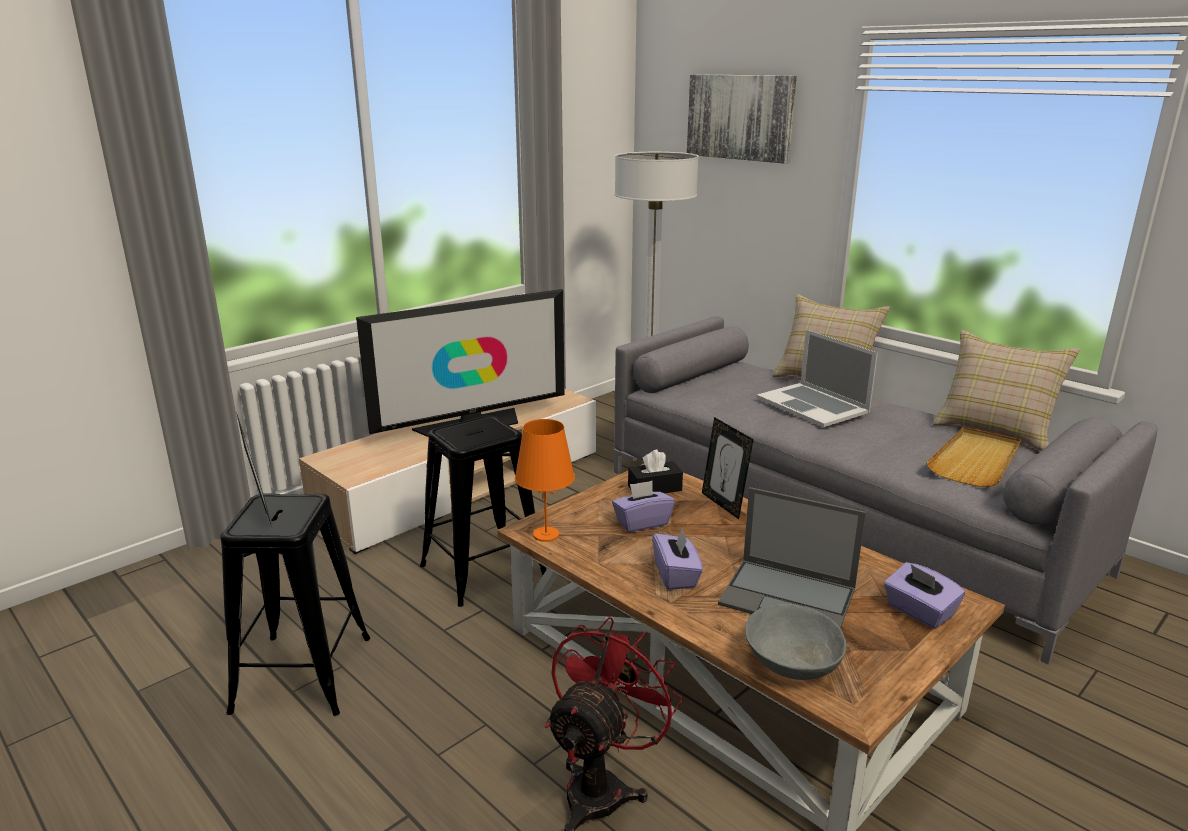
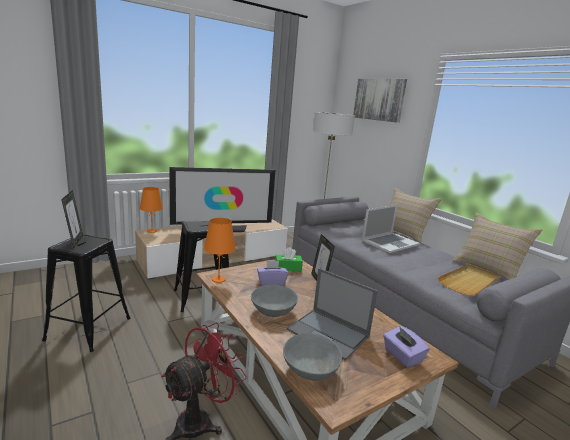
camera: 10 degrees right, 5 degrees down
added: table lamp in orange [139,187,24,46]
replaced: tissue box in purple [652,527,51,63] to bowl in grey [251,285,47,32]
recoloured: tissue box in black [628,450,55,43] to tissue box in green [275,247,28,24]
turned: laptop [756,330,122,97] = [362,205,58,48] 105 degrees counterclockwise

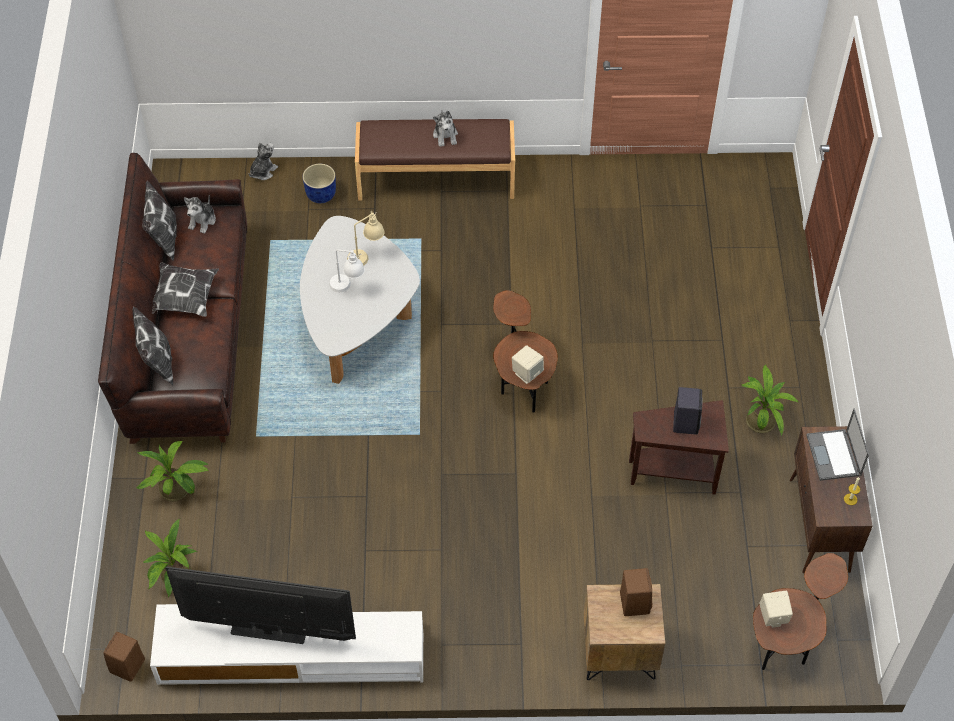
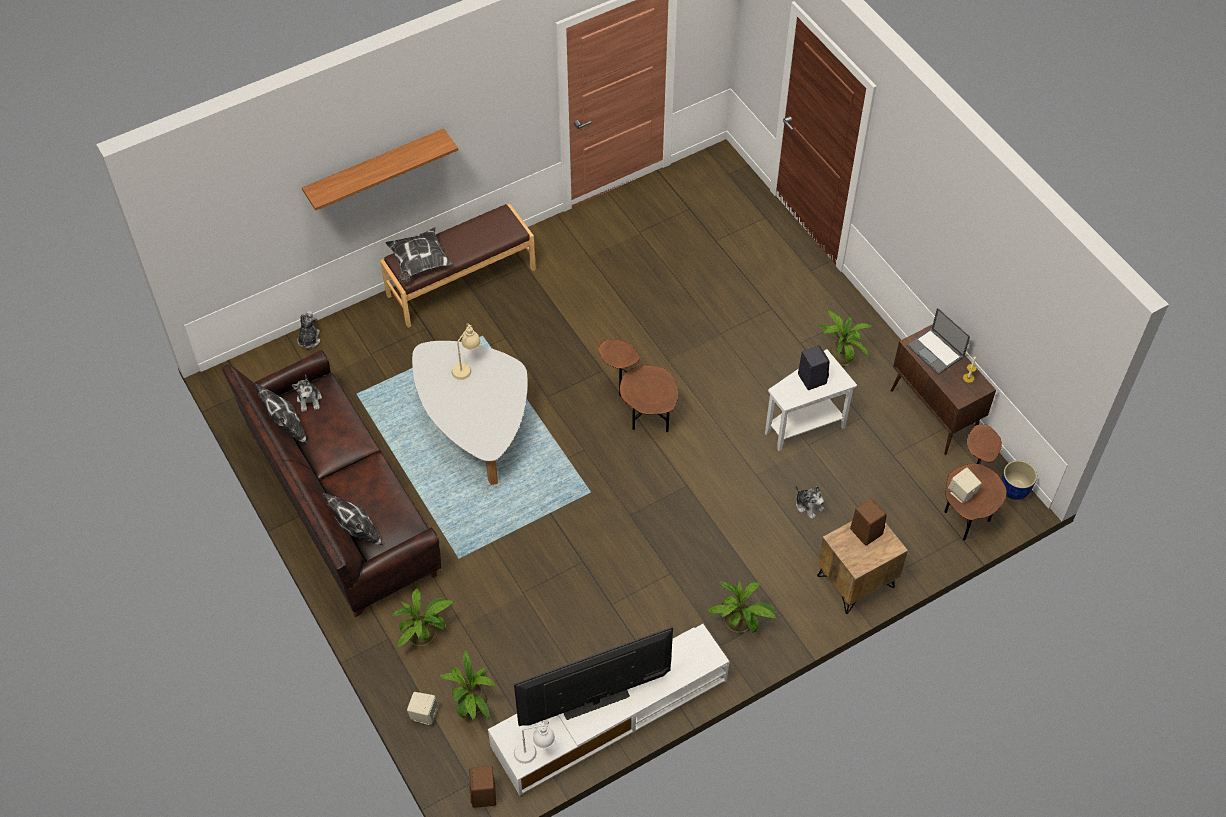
camera: 30 degrees left, 0 degrees up
added: shelf [302,129,156,81]; potted plant [707,580,69,53]
moved: pillow [152,262,67,55] to [385,227,68,56]; planter in blue [303,164,33,39] to [1001,460,36,40]; table lamp in white [329,249,36,43] to [514,721,41,43]; plush toy [433,111,25,36] to [796,485,29,34]; speaker in beige [512,345,32,39] to [407,692,31,33]
recoloured: side table in brown [629,400,100,94] to side table in white [765,349,92,102]

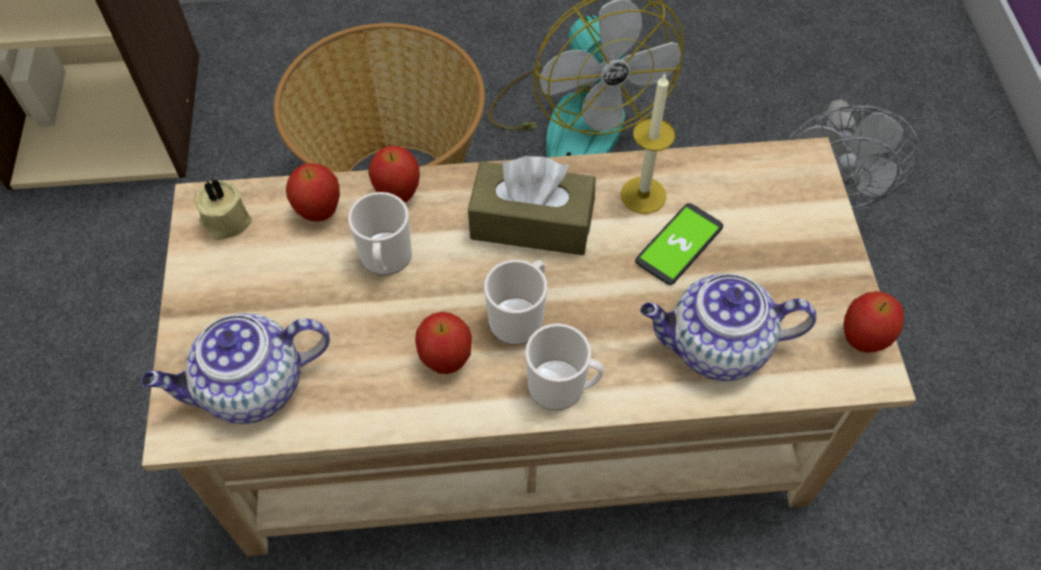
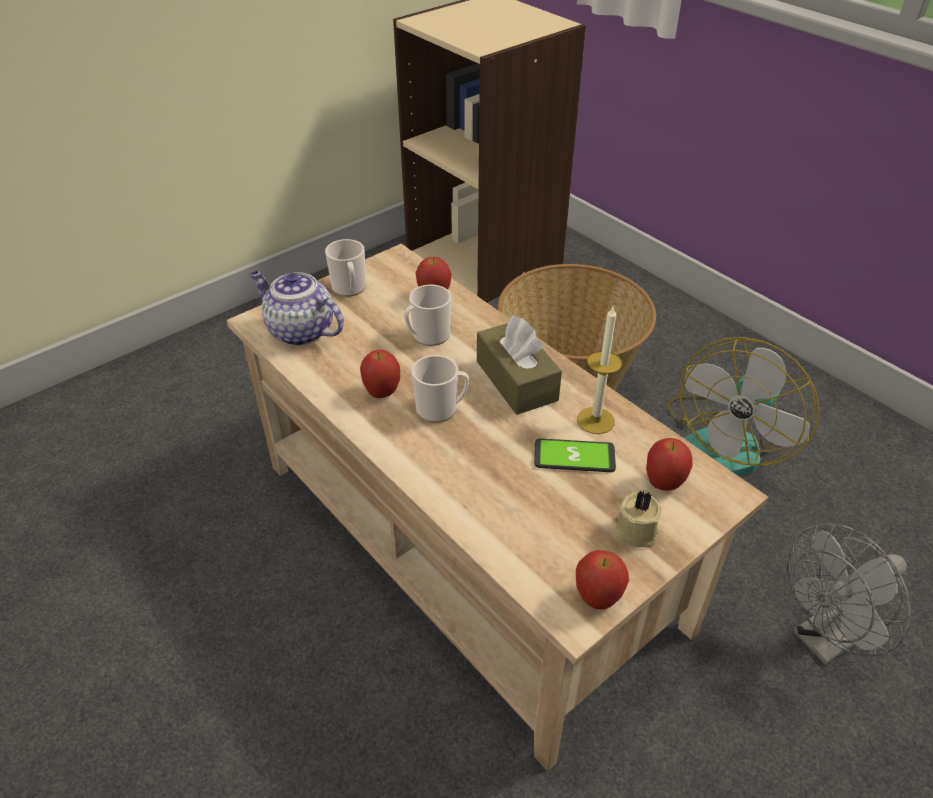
camera: 55 degrees right, 15 degrees down
removed: teapot [640,273,177,108]
moved: candle in beige [194,179,58,61] to [614,490,48,57]; apple [368,146,52,57] to [646,438,47,53]; mug [525,323,79,87] to [325,239,41,58]

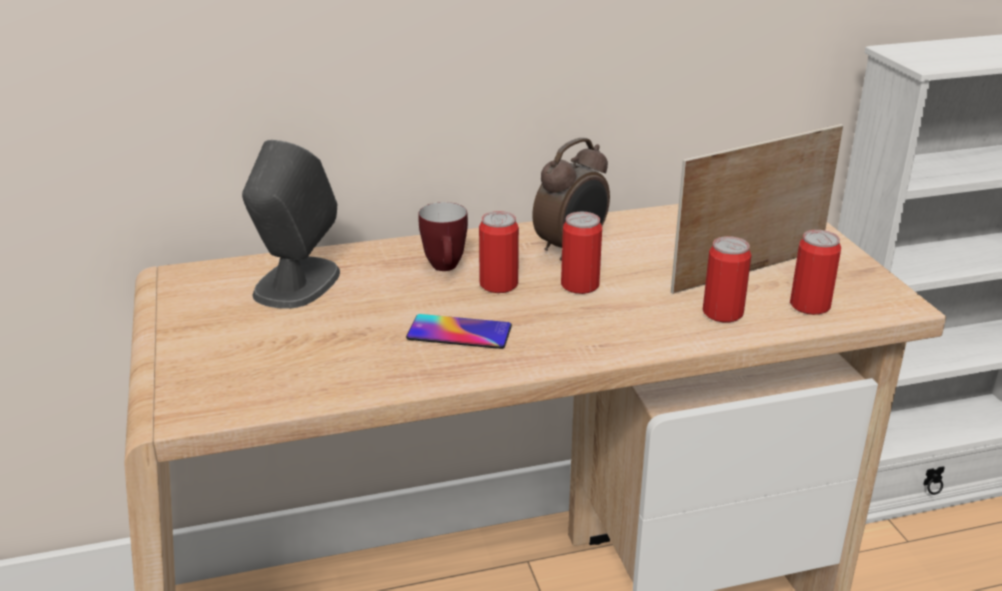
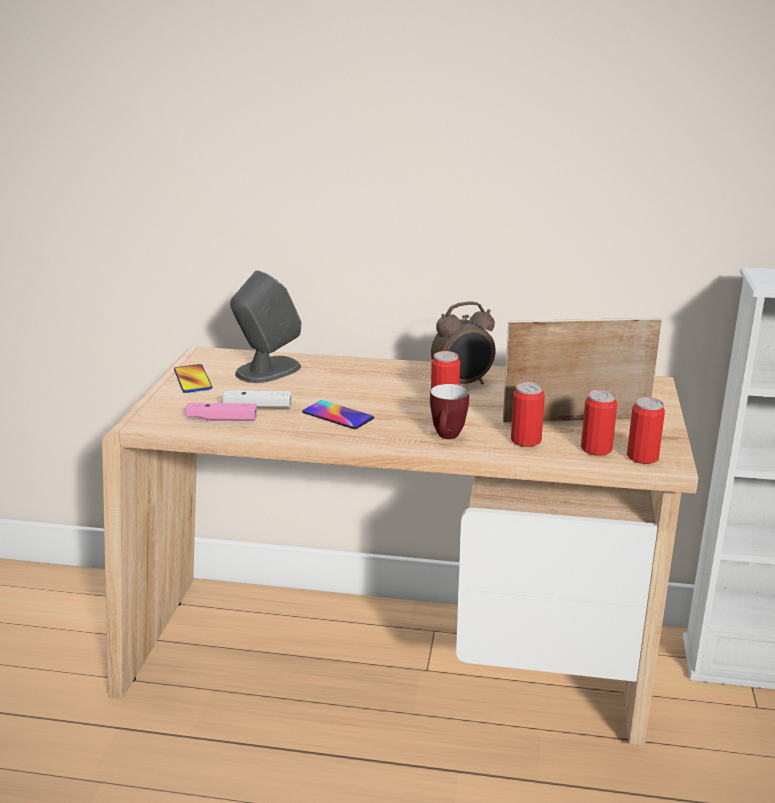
camera: 25 degrees right, 5 degrees down
added: phone [174,364,38,29]; game controller in pink [185,403,72,18]; game controller in white [222,390,70,18]
moved: mug [418,202,50,69] to [430,384,39,55]; can [479,211,40,82] to [627,397,38,67]

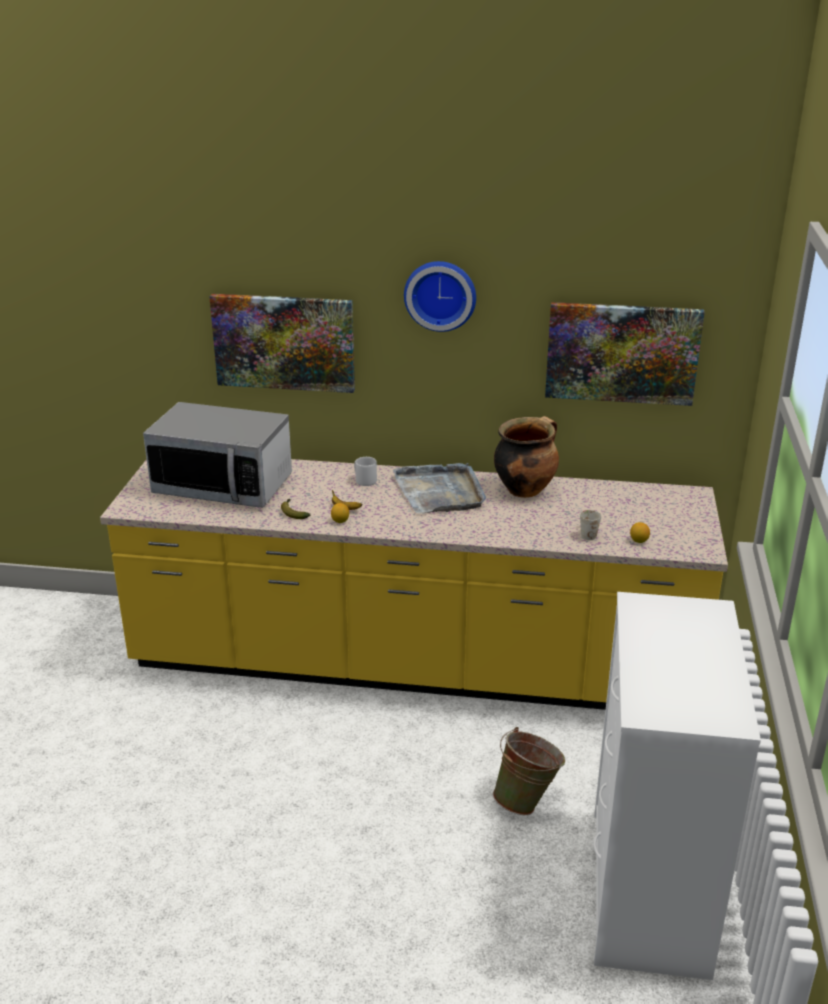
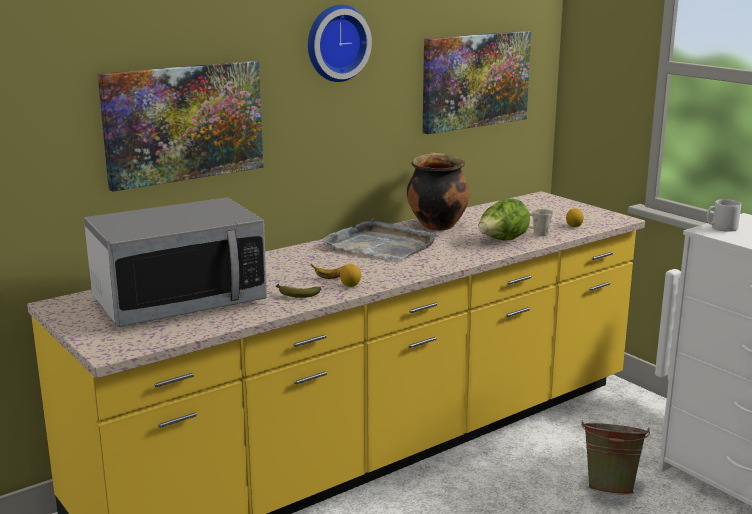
camera: 45 degrees left, 10 degrees down
added: lettuce [478,199,52,41]
moved: mug in grey [354,457,23,29] to [707,199,34,33]

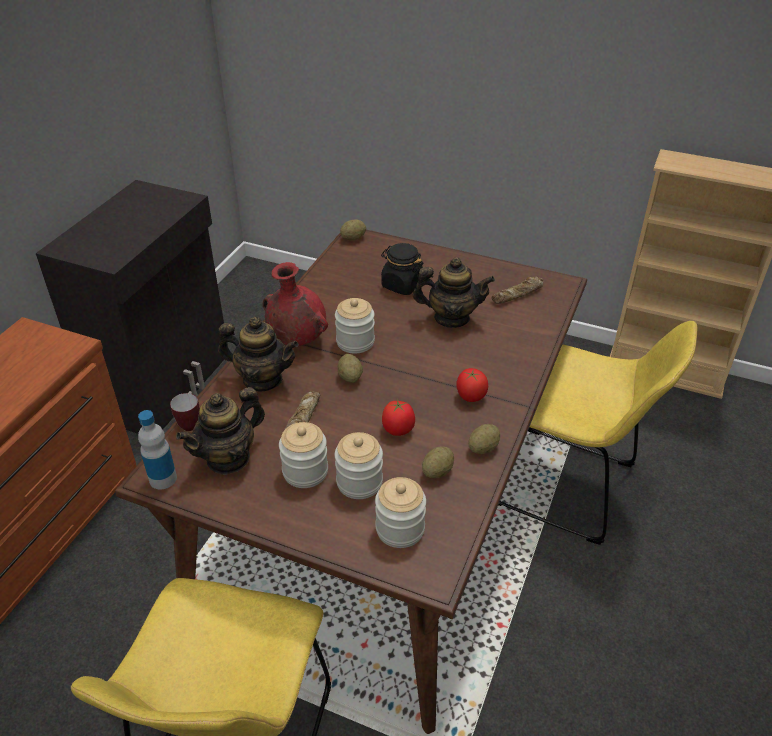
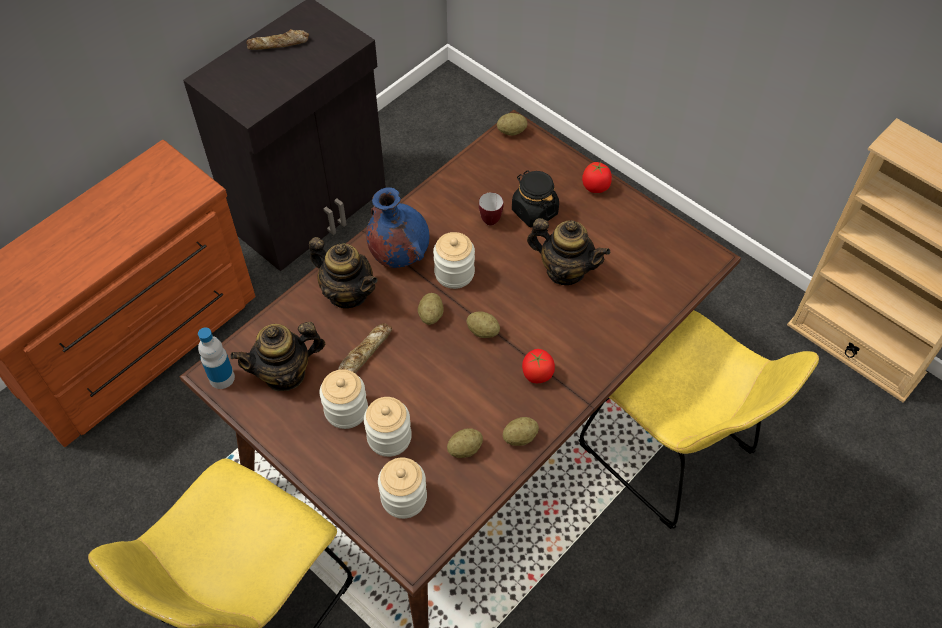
camera: 20 degrees right, 15 degrees up
added: potato [466,311,34,27]
moved: mug [170,393,30,38] to [479,192,24,34]; tomato [382,399,33,37] to [582,161,30,32]; bread [492,277,51,27] to [246,29,63,21]
recoloured: vase in red [263,262,65,84] to vase in blue [366,187,63,81]

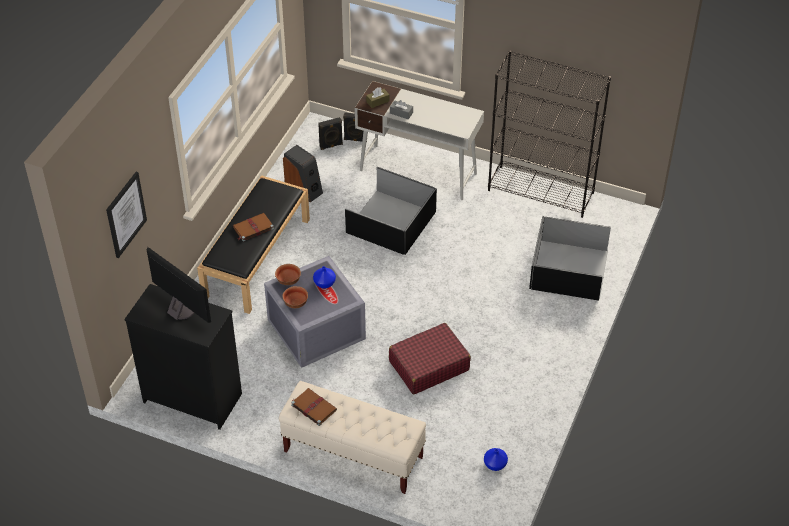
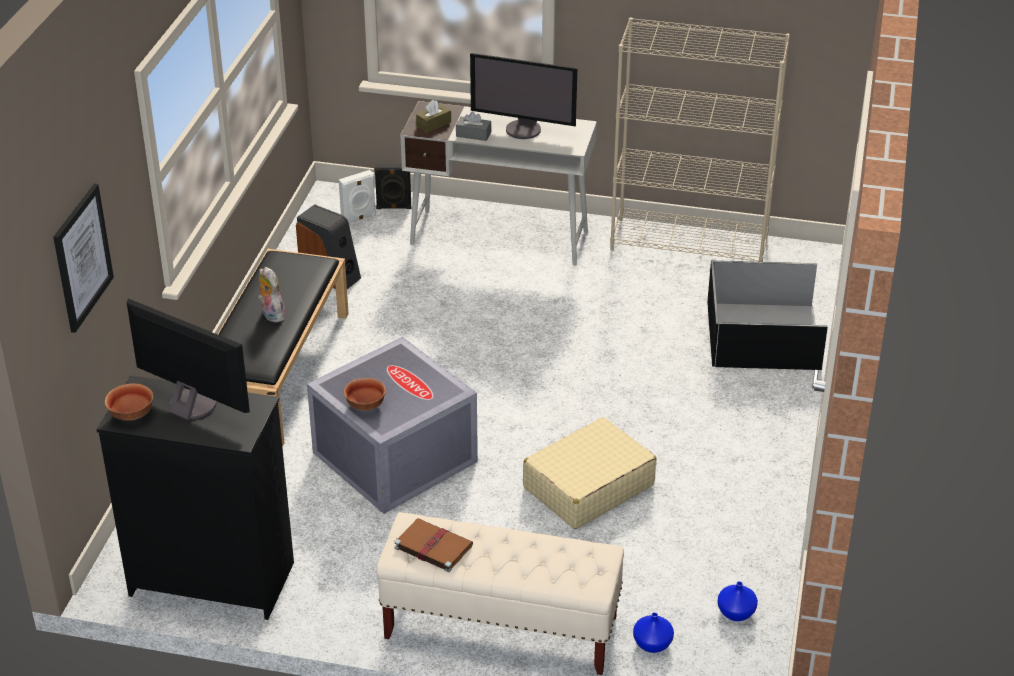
camera: 10 degrees left, 10 degrees down
removed: storage box in black [345,167,92,88]
added: monitor [470,53,107,86]
moved: bowl [275,264,26,21] to [105,383,49,38]; vase in blue [313,266,23,23] to [633,612,41,41]
replaced: book in brown [233,213,41,29] to plush toy [258,267,27,55]
recoloured: speaker in black [318,117,25,33] to speaker in white [339,170,37,53]; suitcase in red [389,323,82,71] to suitcase in beige [523,417,134,112]; bookcase in black [488,51,123,167] to bookcase in beige [610,18,180,244]

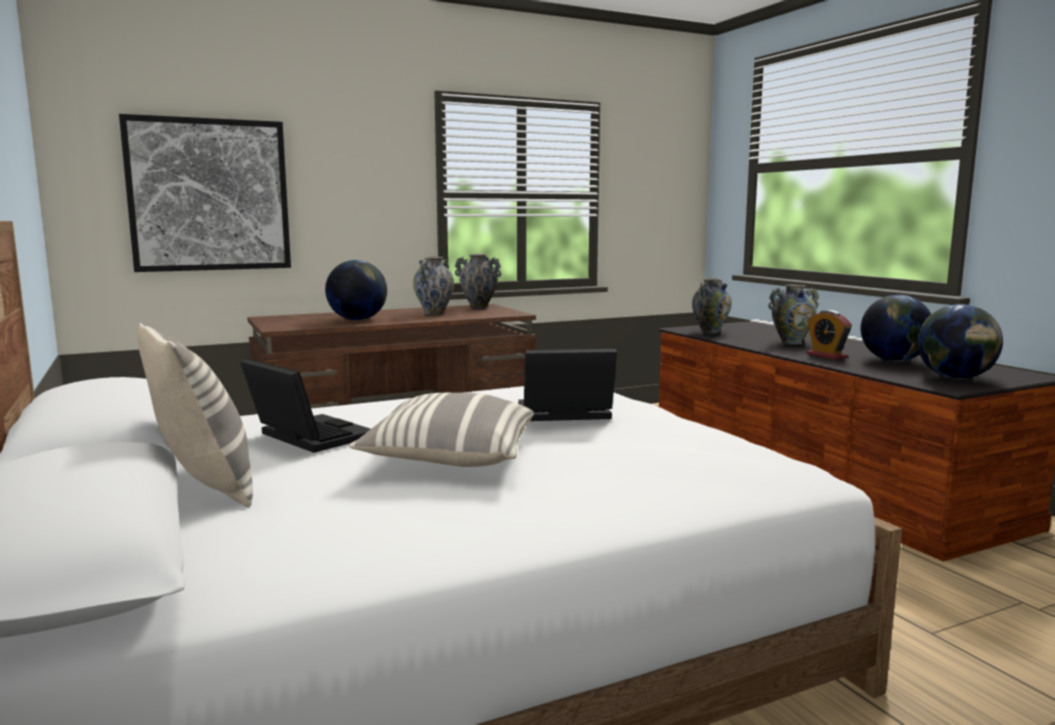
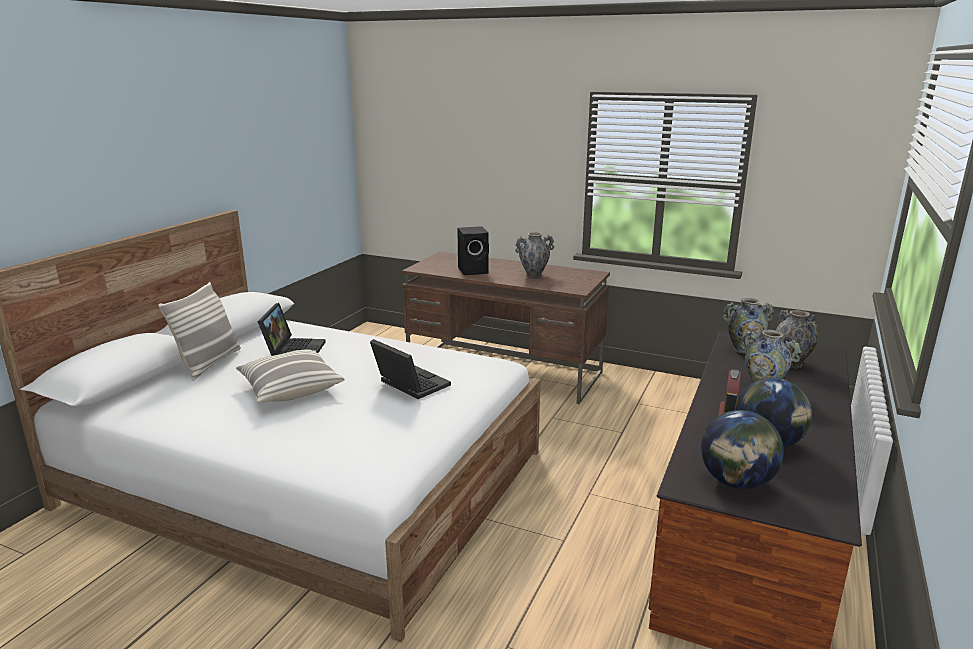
camera: 50 degrees right, 10 degrees up
removed: picture [119,114,172,158]
moved: vase [455,254,46,54] to [776,309,43,59]
replaced: globe [325,260,62,60] to speaker in black [457,226,32,49]

